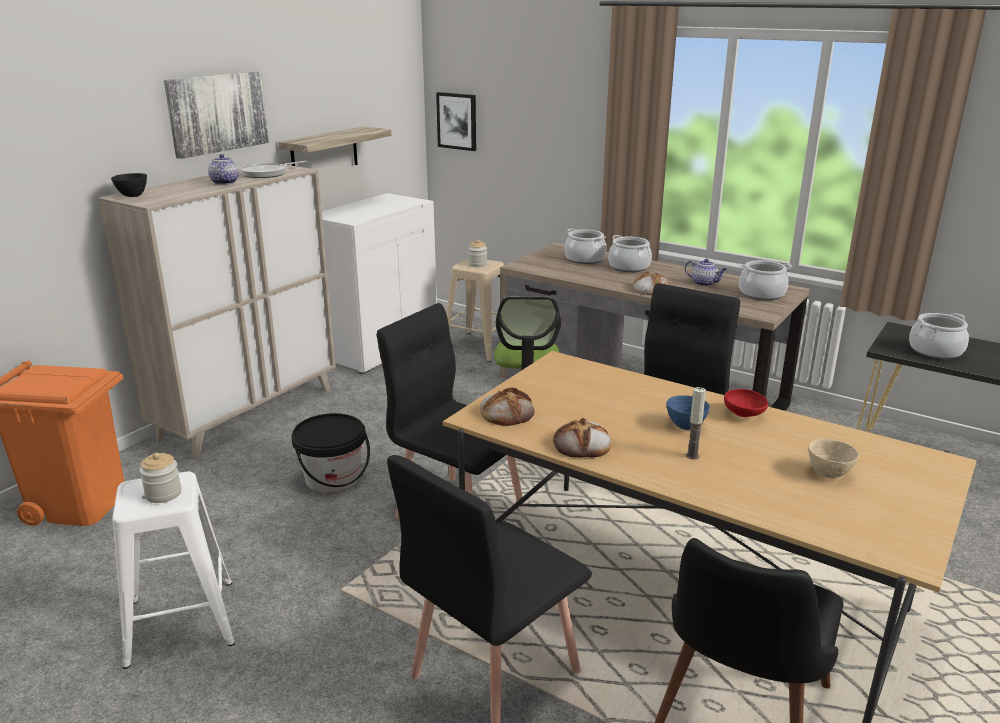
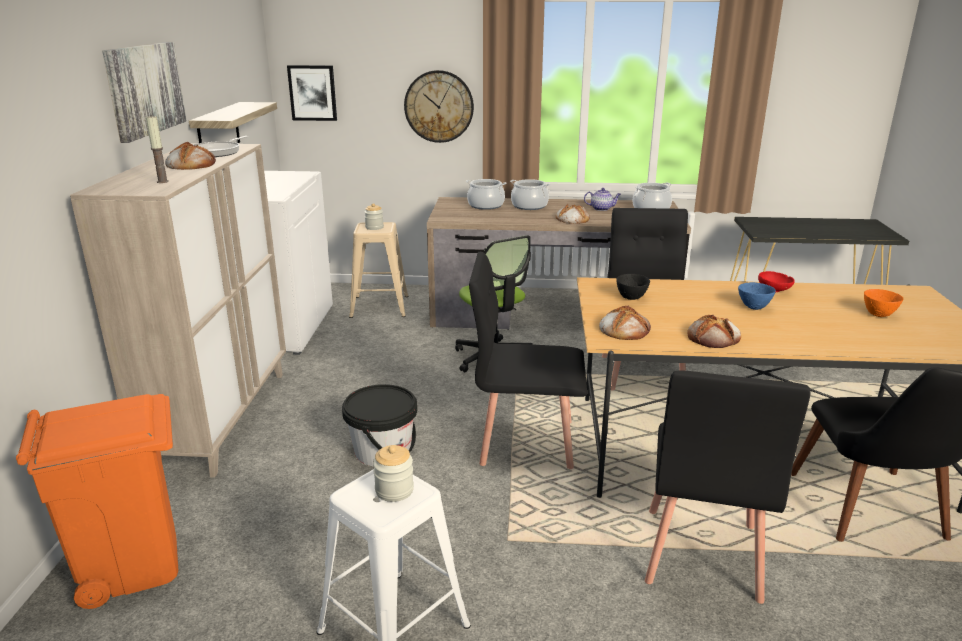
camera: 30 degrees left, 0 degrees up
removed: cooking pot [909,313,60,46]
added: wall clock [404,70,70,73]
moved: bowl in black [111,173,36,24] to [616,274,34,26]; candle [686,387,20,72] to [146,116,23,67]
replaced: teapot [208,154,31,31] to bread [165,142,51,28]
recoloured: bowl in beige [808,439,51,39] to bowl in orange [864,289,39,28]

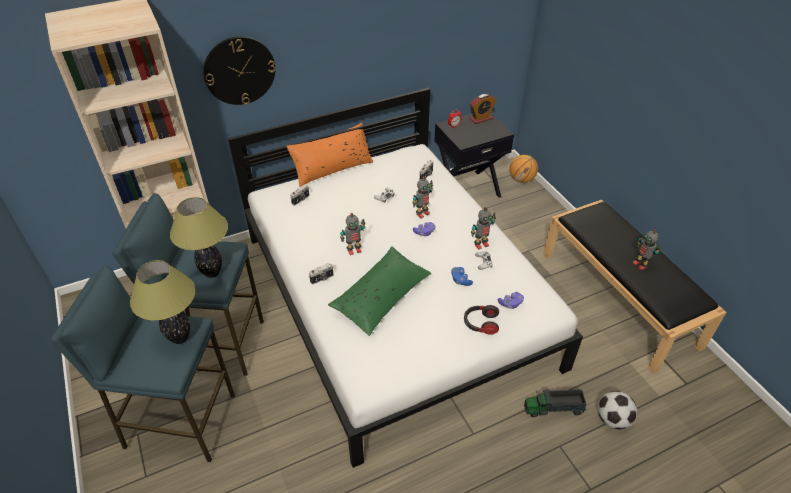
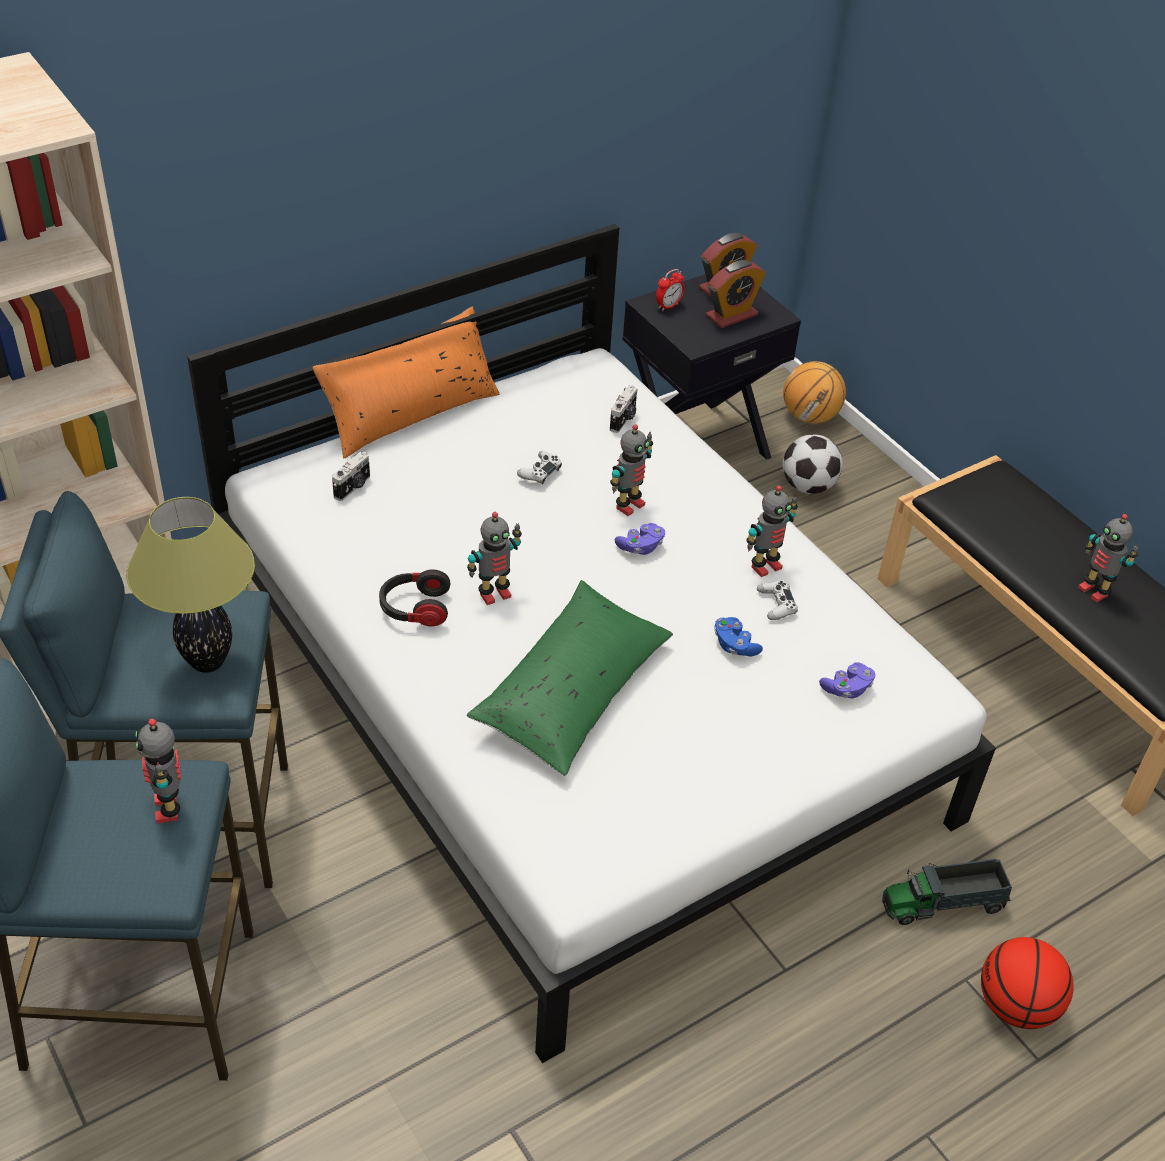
camera: 10 degrees left, 0 degrees up
removed: wall clock [203,36,73,69]; photo camera [309,263,24,21]
added: alarm clock [706,260,60,68]; basketball [981,937,93,92]
moved: headphones [464,305,35,30] to [379,569,72,58]; football [598,391,39,38] to [783,435,60,59]
replaced: table lamp [130,260,65,84] to toy robot [135,718,46,106]

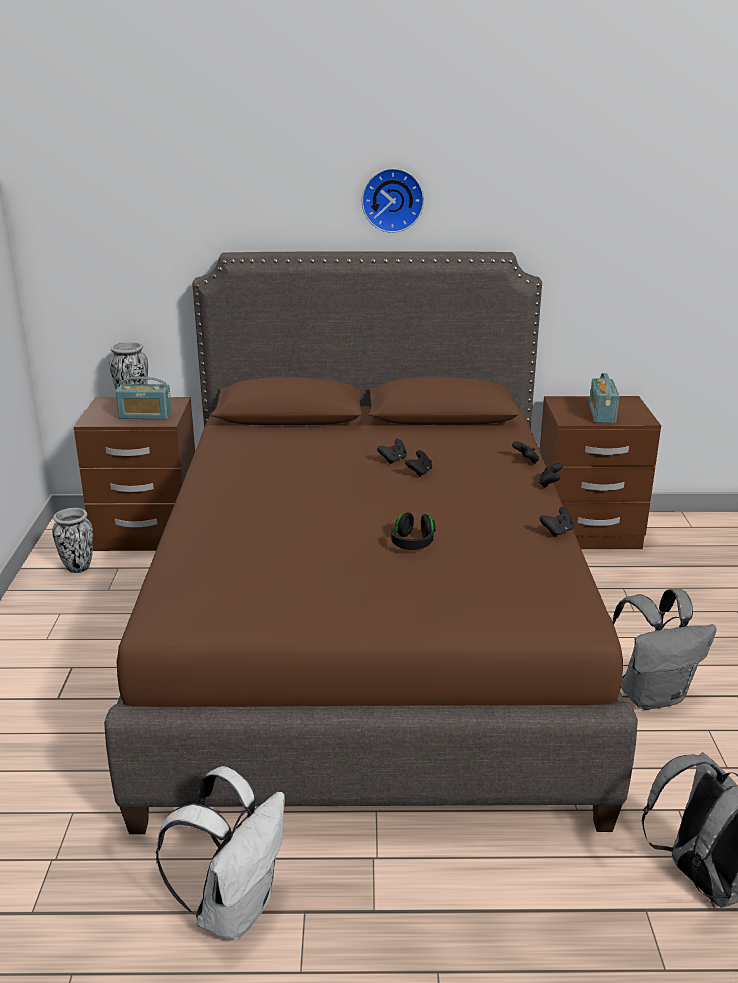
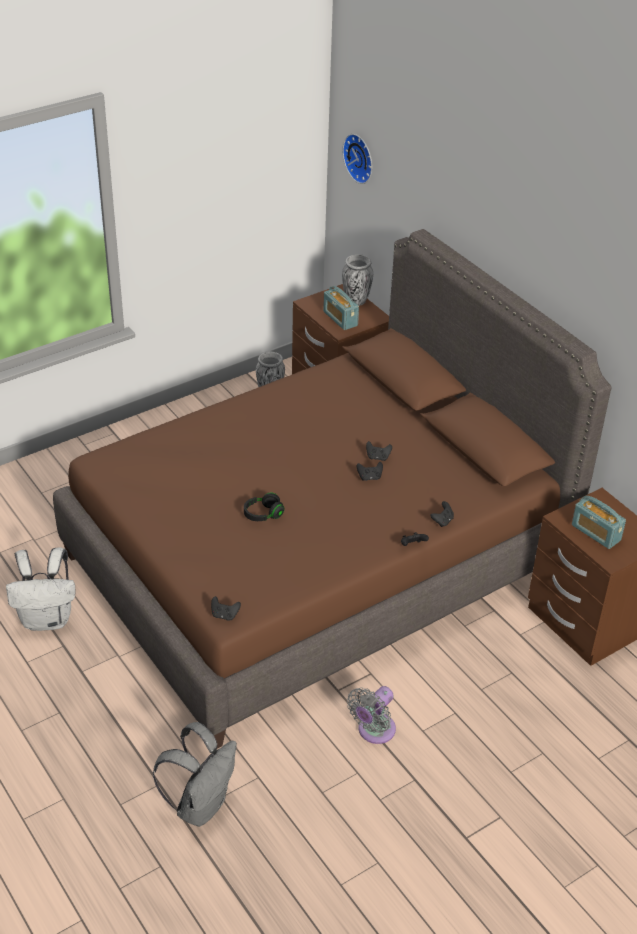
camera: 55 degrees right, 15 degrees up
moved: wall clock [362,168,62,65] to [342,134,30,50]; game controller in black [540,507,34,30] to [211,596,30,25]
replaced: backpack in grey [612,589,105,121] to fan in grey [347,686,49,58]
turned: radio [589,373,30,50] = [572,496,54,53] 105 degrees counterclockwise

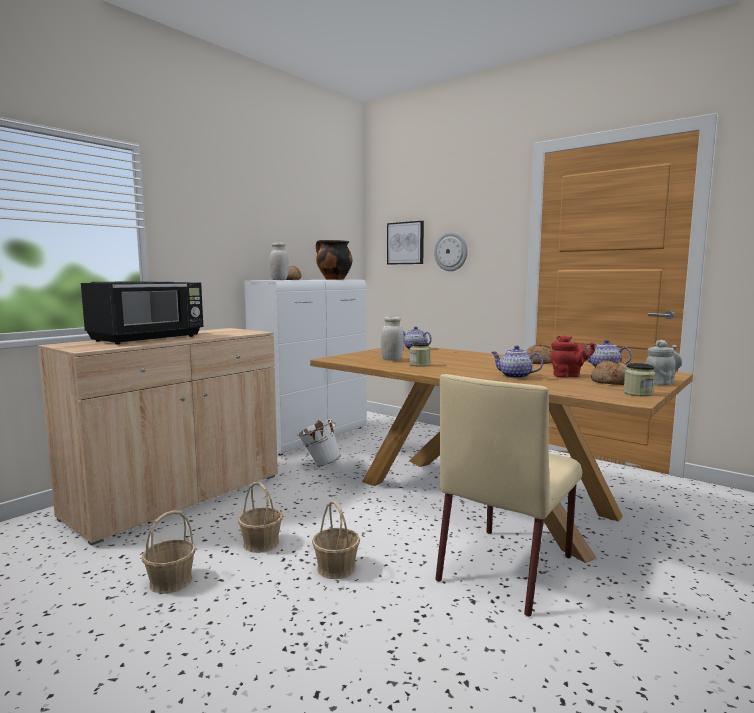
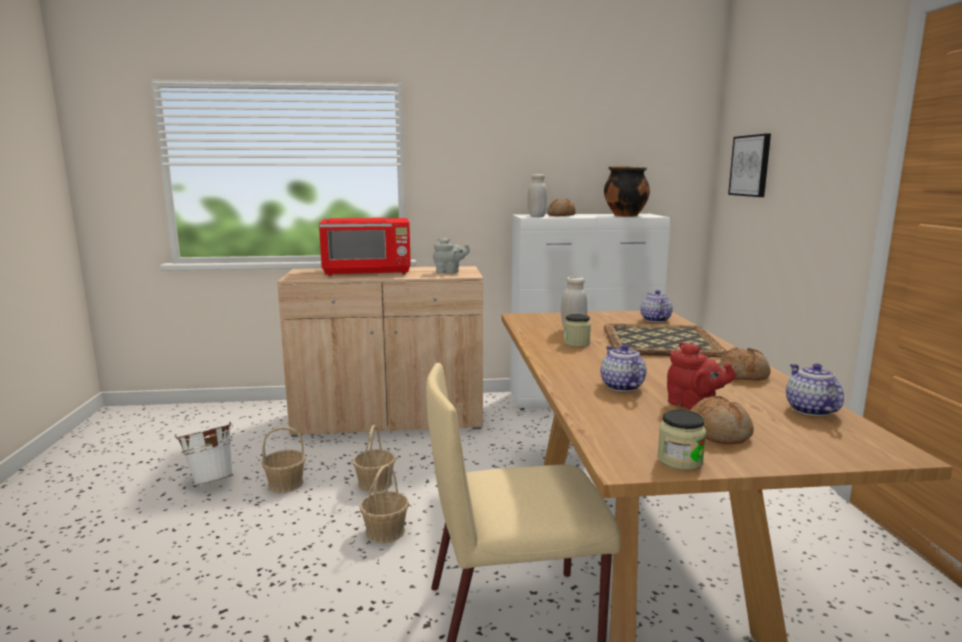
camera: 45 degrees right, 5 degrees up
removed: wall clock [434,232,34,39]
added: tray [604,324,122,33]
moved: bucket in white [297,419,44,48] to [175,421,58,65]; teapot in grey [646,339,36,46] to [433,238,37,35]
recoloured: microwave in black [81,281,122,64] to microwave in red [319,218,92,58]

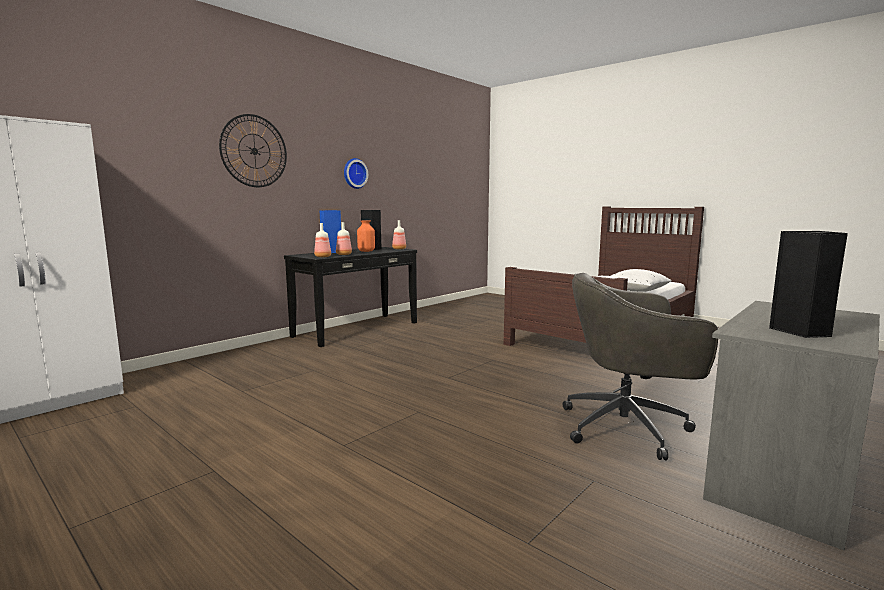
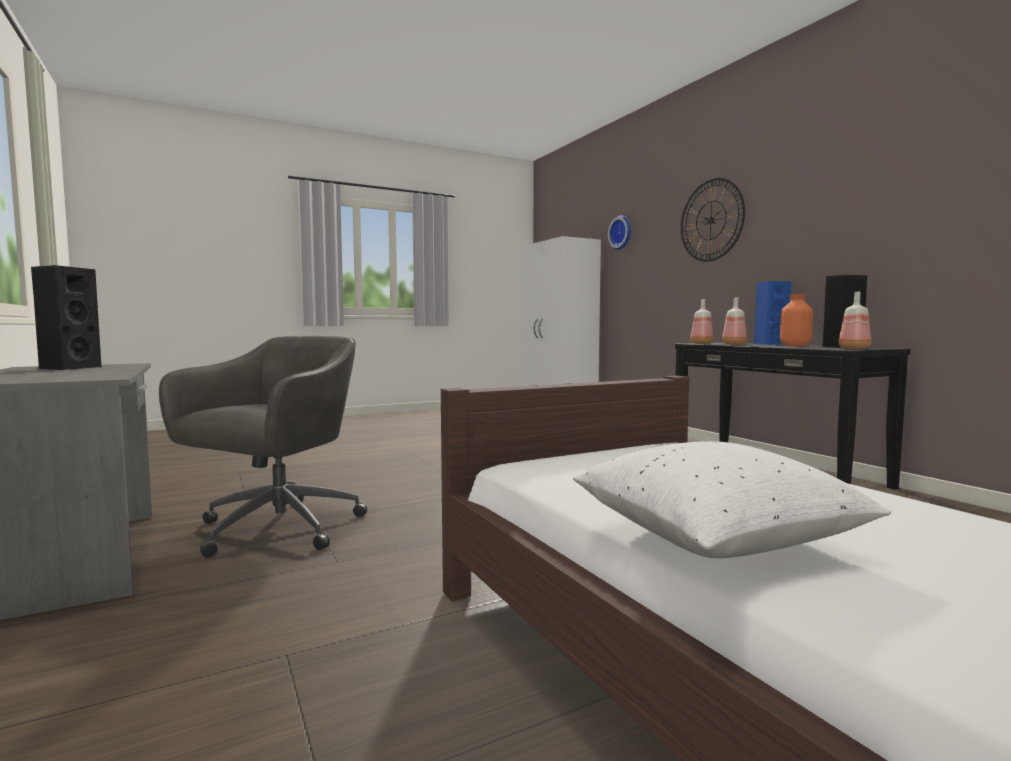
camera: 110 degrees right, 5 degrees down
moved: wall clock [344,158,24,31] to [608,215,23,35]

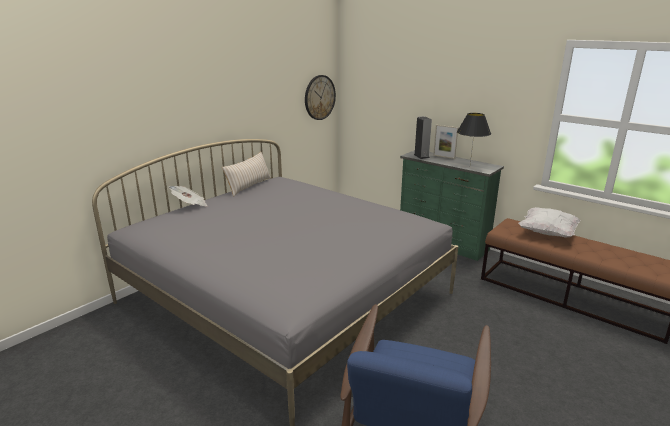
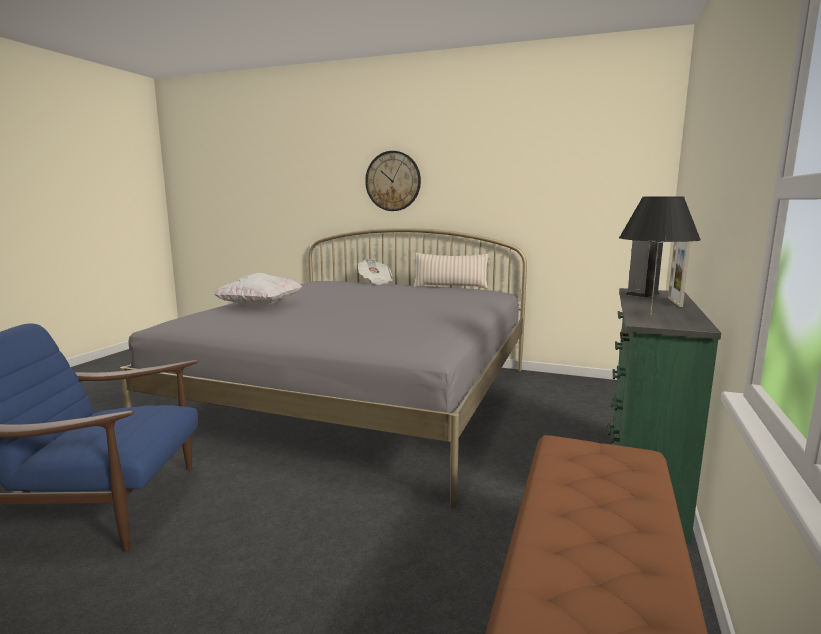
camera: 70 degrees right, 10 degrees down
moved: wall clock [305,75,31,45] to [365,151,56,60]; pillow in white [519,207,62,31] to [213,273,89,34]

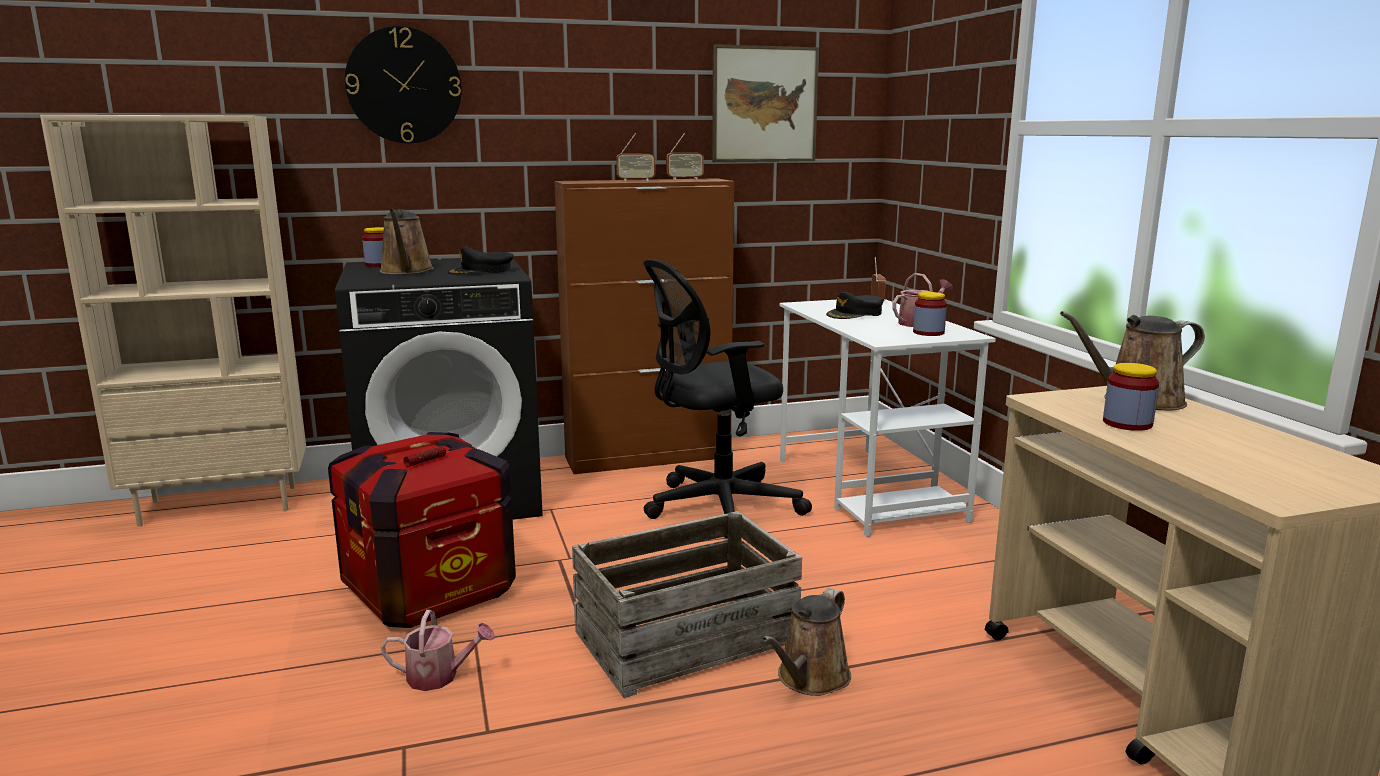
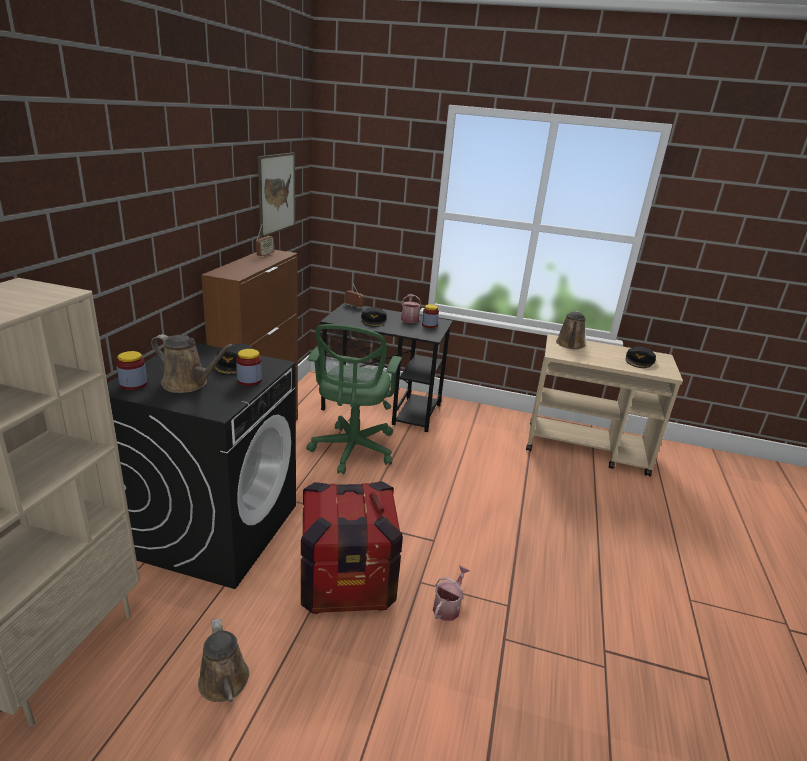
camera: 60 degrees left, 10 degrees up
removed: wall clock [345,26,117,117]; crate [572,511,230,187]; radio [616,133,39,48]
added: cap in black [626,346,30,22]
moved: watering can in brown [762,588,89,108] to [198,618,51,84]; jar [1103,363,56,68] to [236,349,26,37]
recoloured: office chair in black [643,259,169,279] to office chair in green [306,324,96,150]; desk in white [779,299,217,238] to desk in black [320,302,133,130]

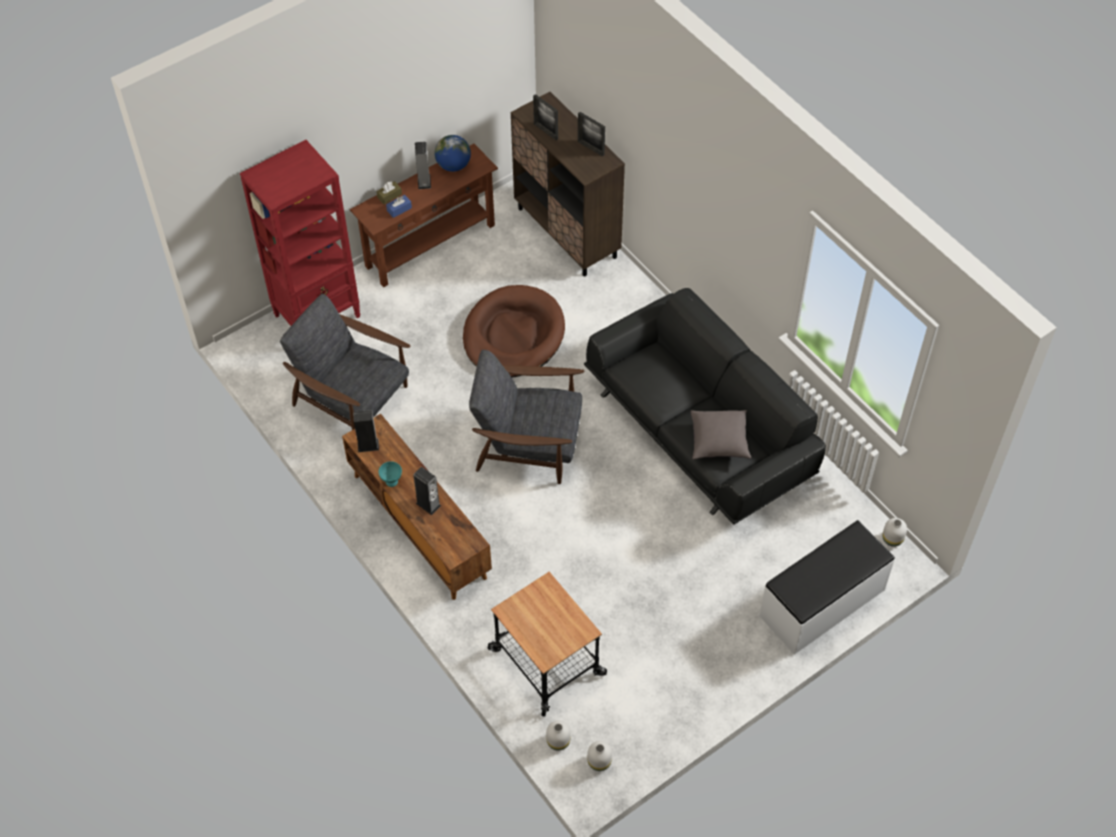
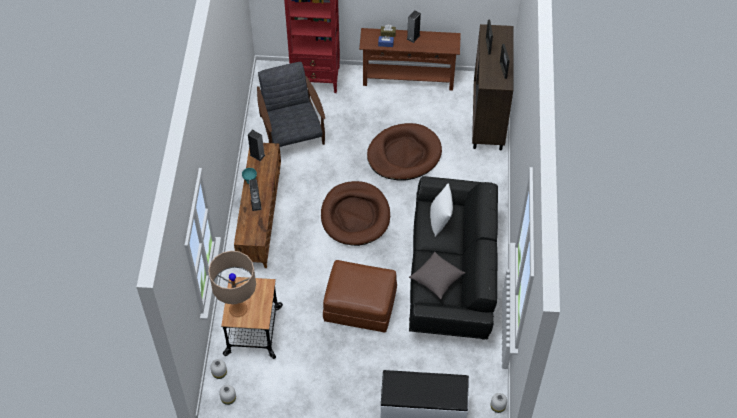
camera: 40 degrees right, 0 degrees up
removed: globe [434,135,37,37]
added: table lamp in beige [208,251,48,66]; ottoman in brown [323,260,74,73]; pillow in white [430,184,23,53]
replaced: armchair in grey [469,350,116,134] to dog bed in brown [321,181,69,65]

